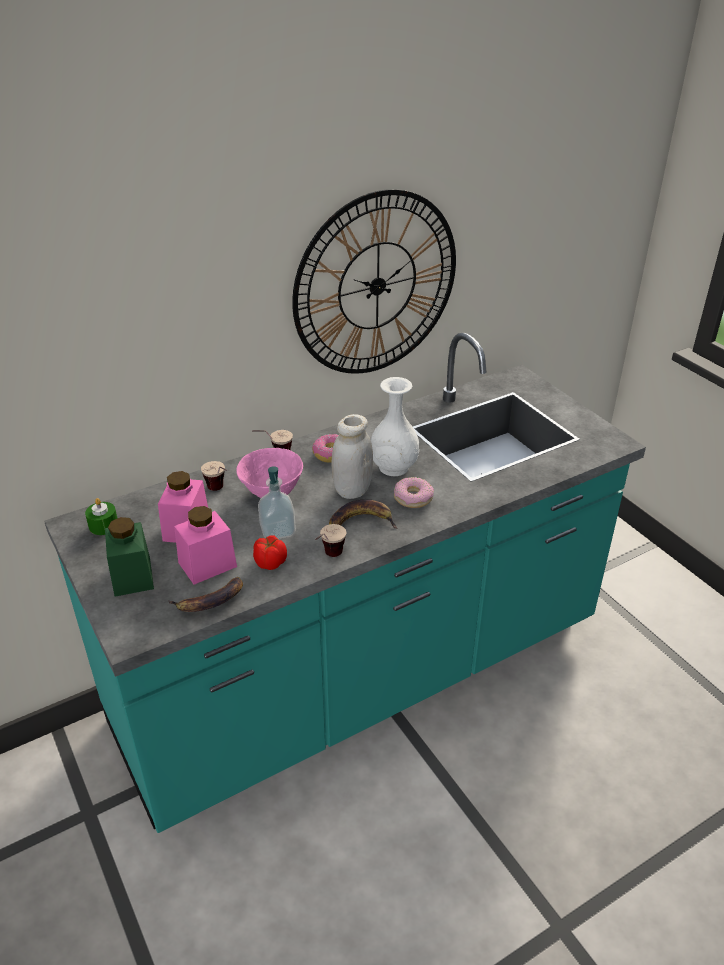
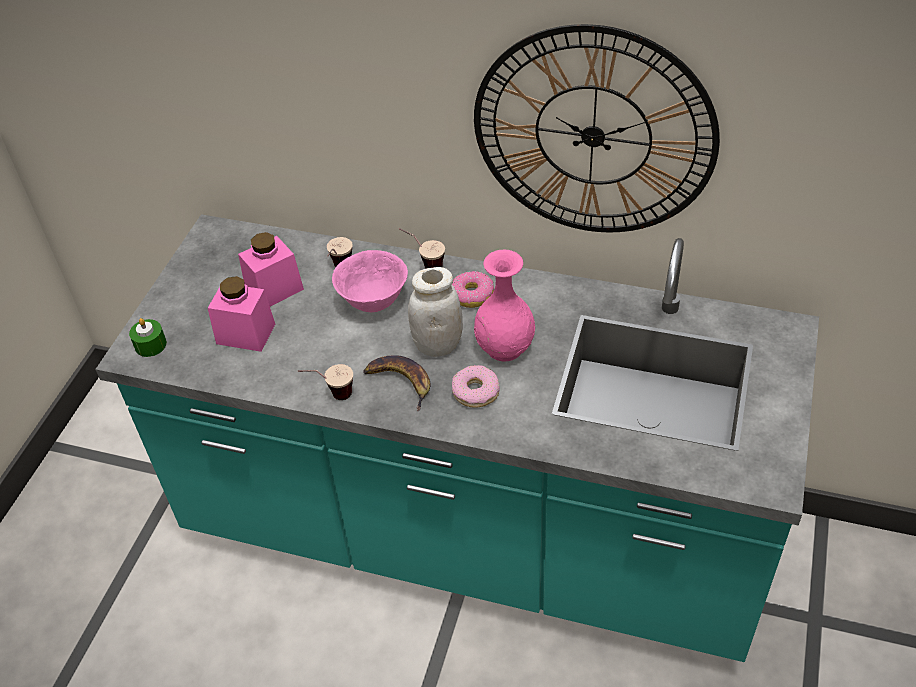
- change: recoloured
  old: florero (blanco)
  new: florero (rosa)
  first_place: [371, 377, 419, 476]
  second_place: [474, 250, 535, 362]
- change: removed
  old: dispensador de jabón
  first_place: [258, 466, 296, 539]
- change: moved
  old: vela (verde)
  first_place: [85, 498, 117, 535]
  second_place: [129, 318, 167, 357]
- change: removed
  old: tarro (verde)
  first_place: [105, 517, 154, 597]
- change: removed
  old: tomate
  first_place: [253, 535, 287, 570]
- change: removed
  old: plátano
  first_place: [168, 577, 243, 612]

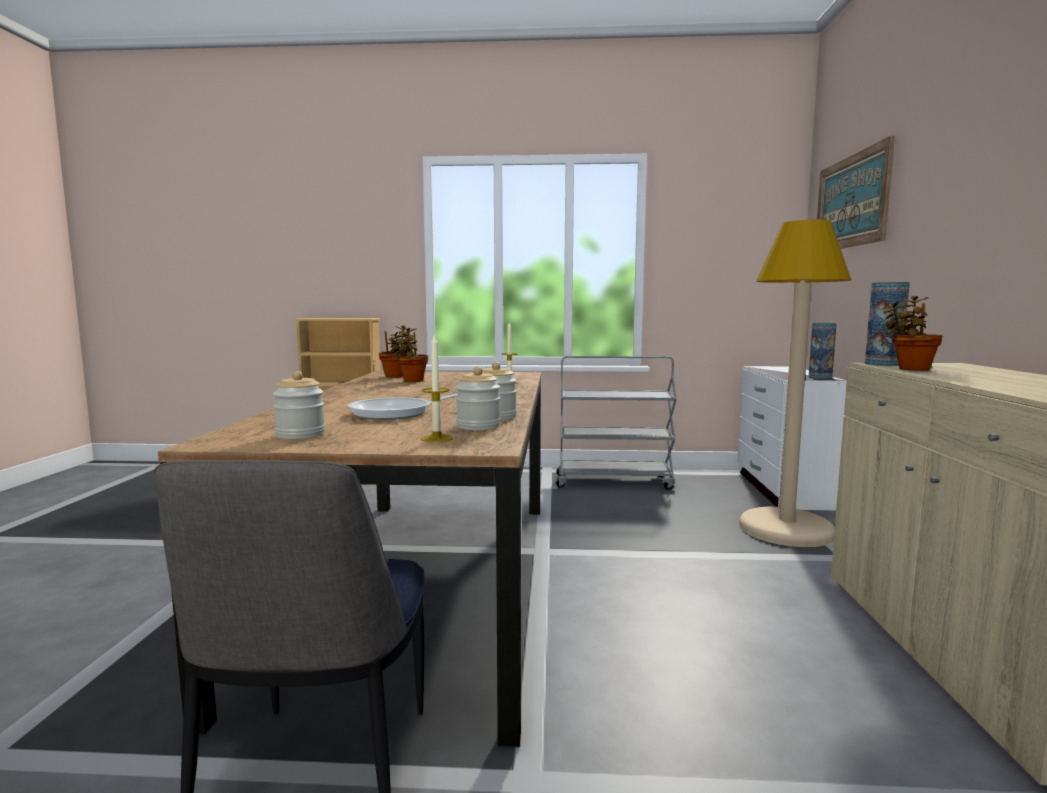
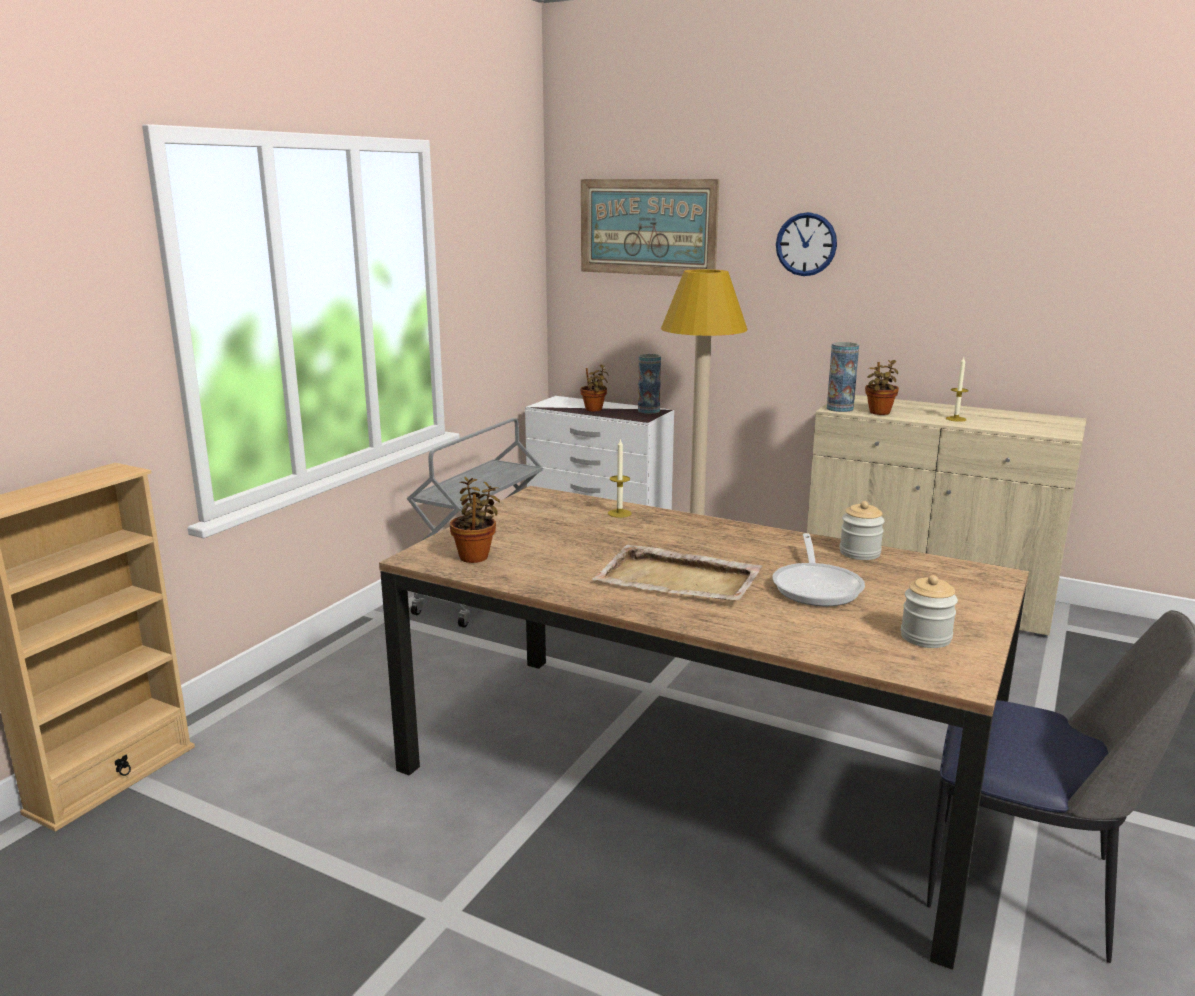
- change: moved
  old: planta en maceta
  first_place: [389, 328, 428, 382]
  second_place: [580, 365, 609, 411]
- change: moved
  old: vela
  first_place: [421, 334, 453, 442]
  second_place: [946, 357, 969, 422]
- change: removed
  old: tarro
  first_place: [456, 367, 501, 430]
- change: added
  new: reloj de pared
  second_place: [776, 212, 837, 276]
- change: added
  new: bandeja (beis)
  second_place: [592, 545, 762, 601]

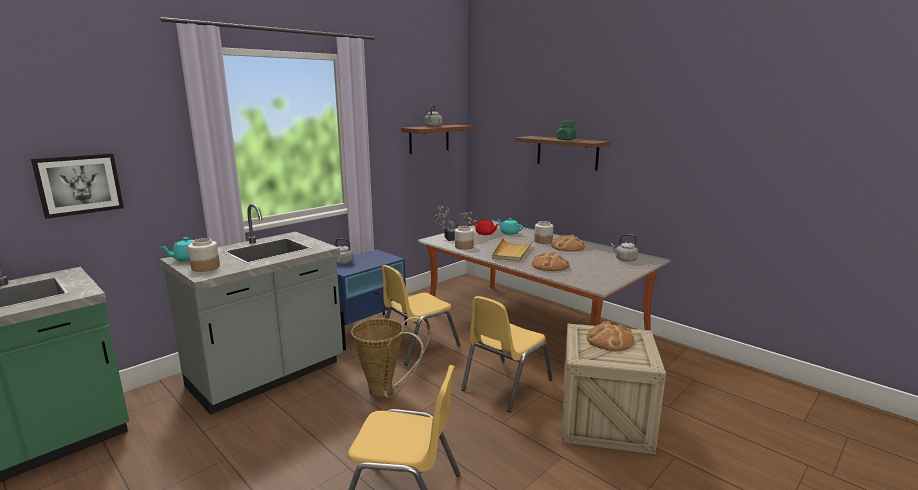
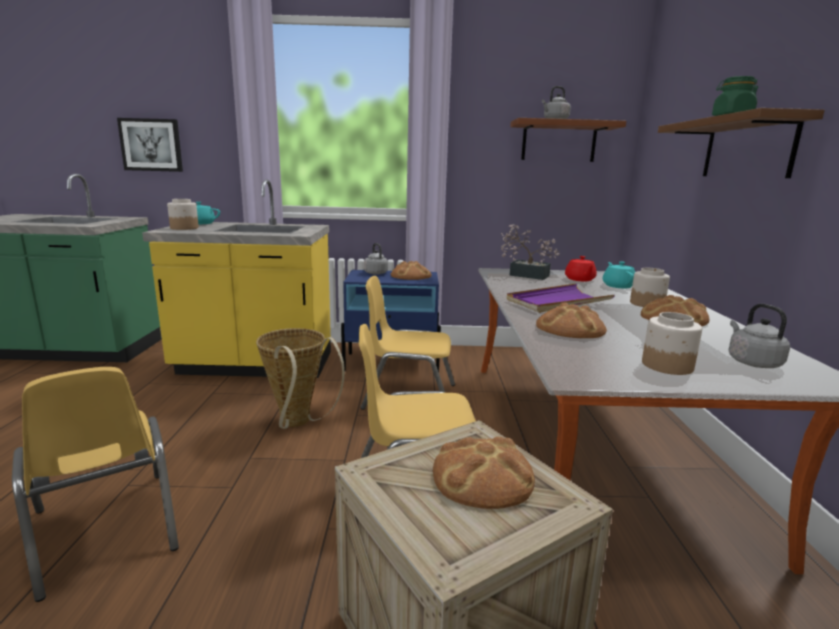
- change: recoloured
  old: mueble bajo de cocina (gris)
  new: mueble bajo de cocina (amarillo)
  first_place: [160, 203, 343, 415]
  second_place: [142, 179, 331, 378]
- change: moved
  old: tarro
  first_place: [455, 226, 474, 250]
  second_place: [642, 312, 702, 375]
- change: recoloured
  old: bandeja (beis)
  new: bandeja (morado)
  first_place: [492, 238, 533, 262]
  second_place: [507, 283, 615, 313]
- change: added
  new: pan
  second_place: [391, 261, 432, 280]

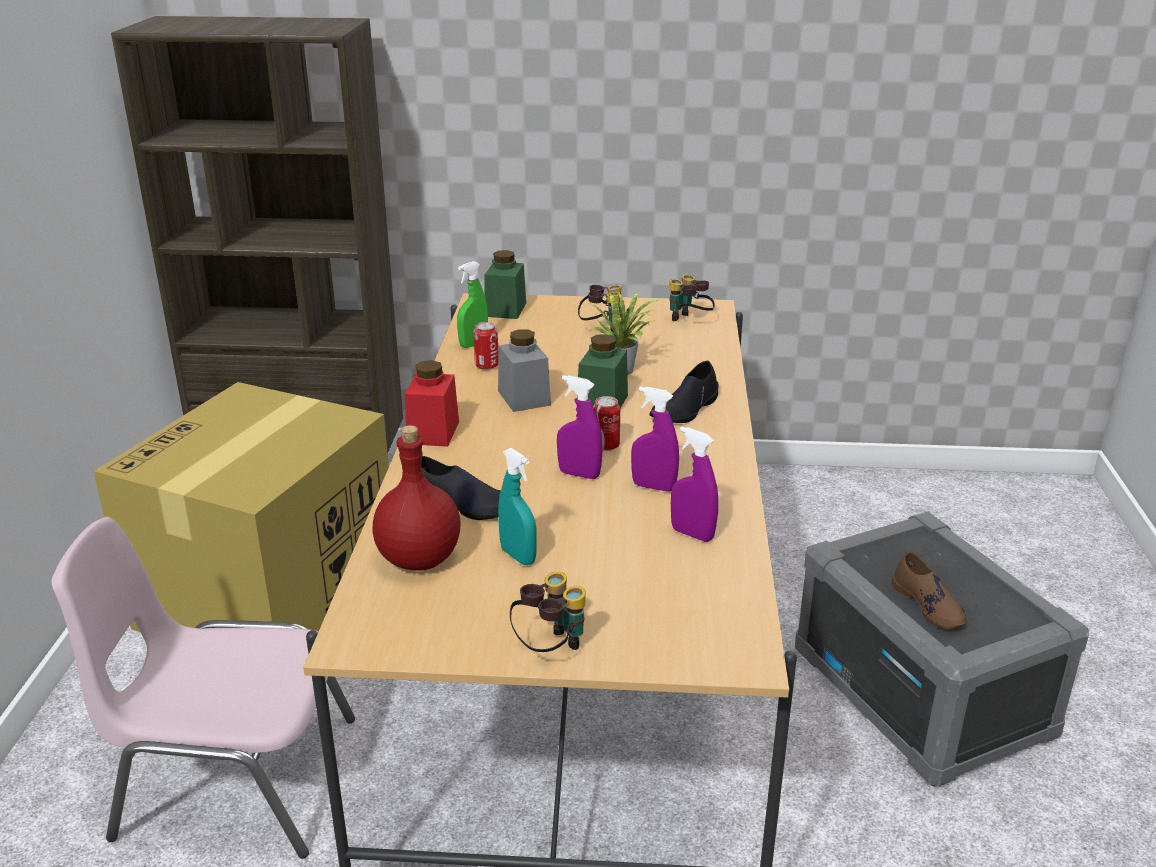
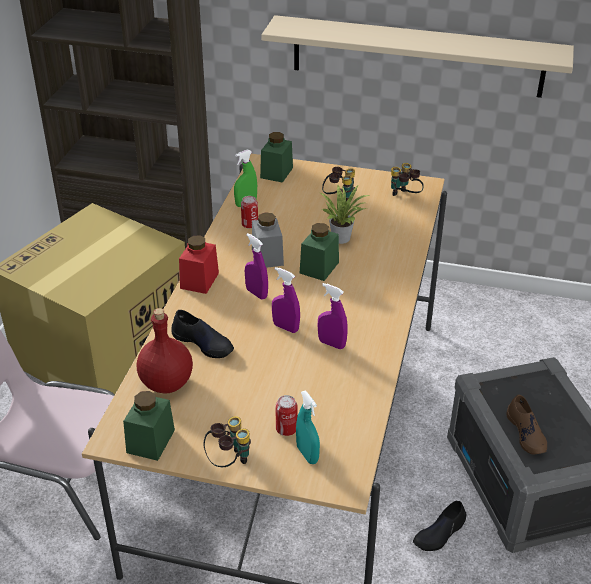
- change: moved
  old: zapato (negro)
  first_place: [649, 361, 719, 423]
  second_place: [413, 501, 466, 551]
- change: moved
  old: lata
  first_place: [593, 396, 620, 451]
  second_place: [276, 395, 298, 436]
- change: moved
  old: pulverizador (morado)
  first_place: [671, 426, 718, 542]
  second_place: [245, 233, 268, 299]
- change: moved
  old: pulverizador (turquesa)
  first_place: [498, 448, 537, 565]
  second_place: [296, 391, 320, 464]
- change: added
  new: estante (beis)
  second_place: [262, 15, 574, 98]
- change: added
  new: tarro (verde)
  second_place: [123, 391, 175, 461]

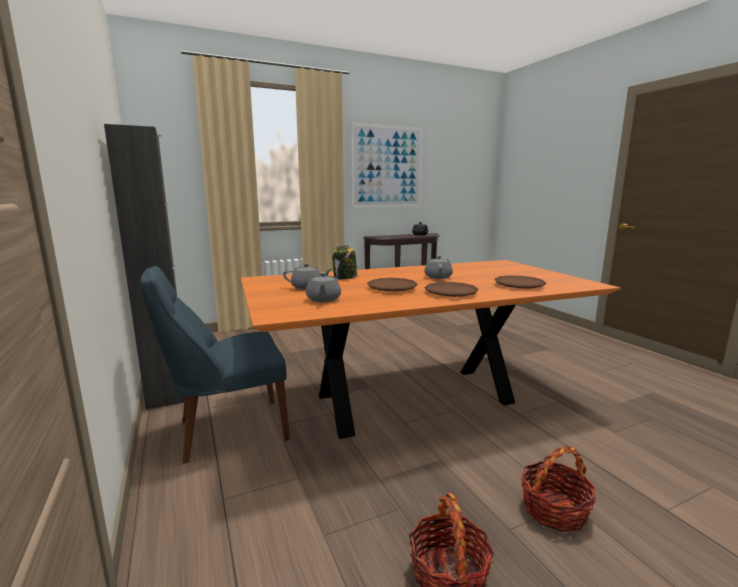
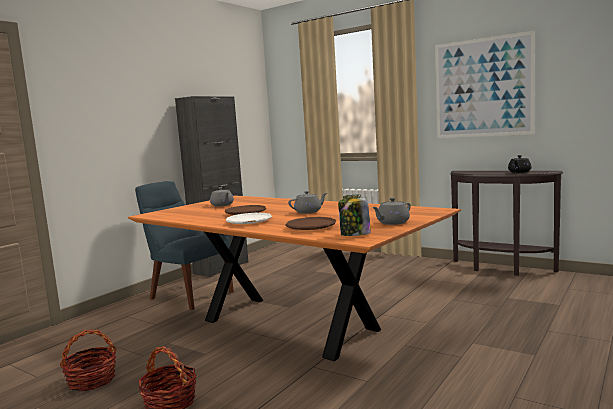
- change: moved
  old: tarro
  first_place: [332, 245, 358, 280]
  second_place: [338, 194, 371, 236]
- change: moved
  old: tetera (gris)
  first_place: [306, 272, 341, 302]
  second_place: [372, 198, 411, 225]
- change: recoloured
  old: plato (marrón)
  new: plato (blanco)
  first_place: [425, 282, 479, 297]
  second_place: [226, 213, 272, 224]

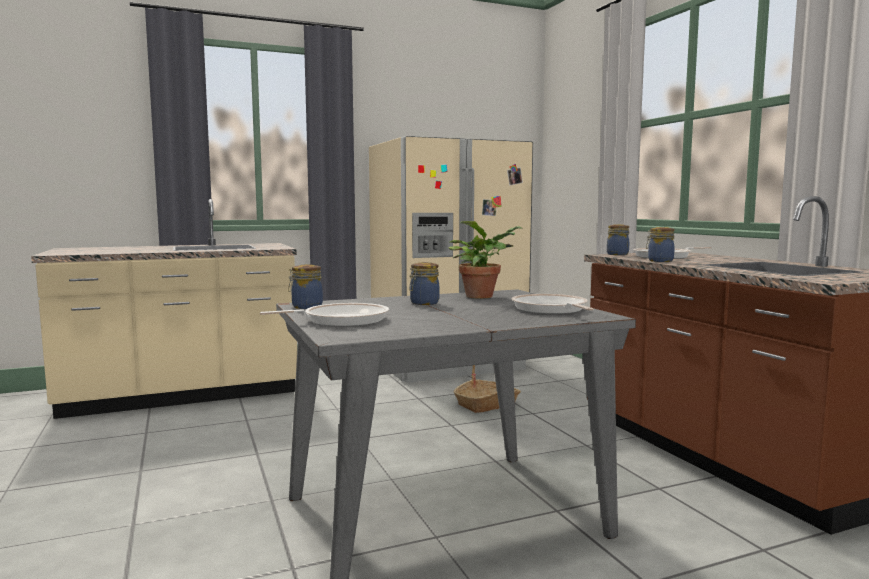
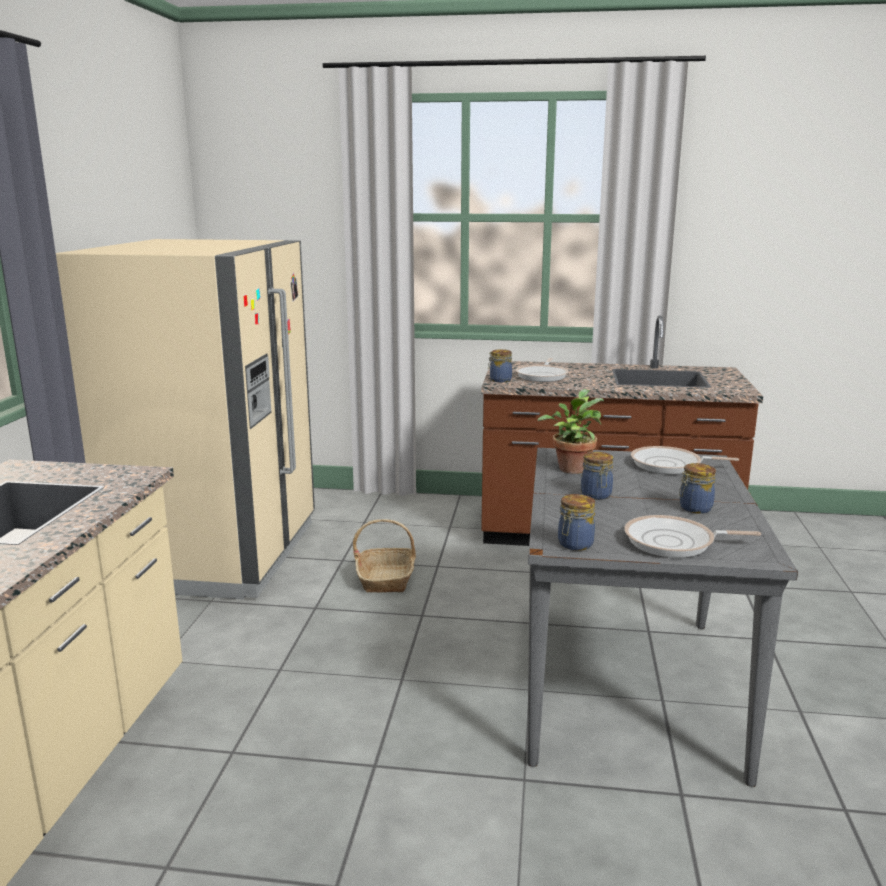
- change: moved
  old: tarro
  first_place: [646, 227, 674, 262]
  second_place: [679, 463, 716, 514]
- change: turned
  old: sartén
  first_place: [260, 303, 389, 327]
  second_place: [624, 515, 761, 558]
  degrees: -90

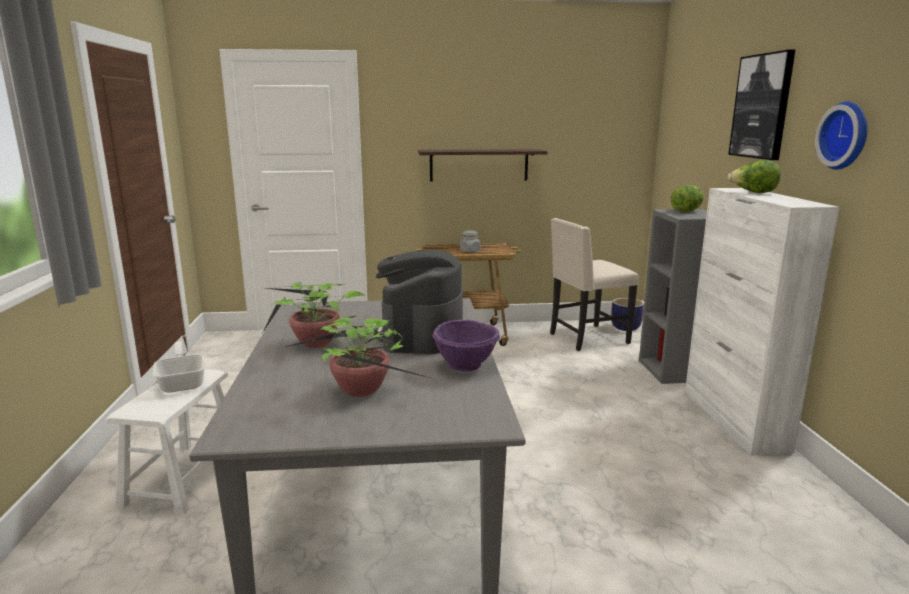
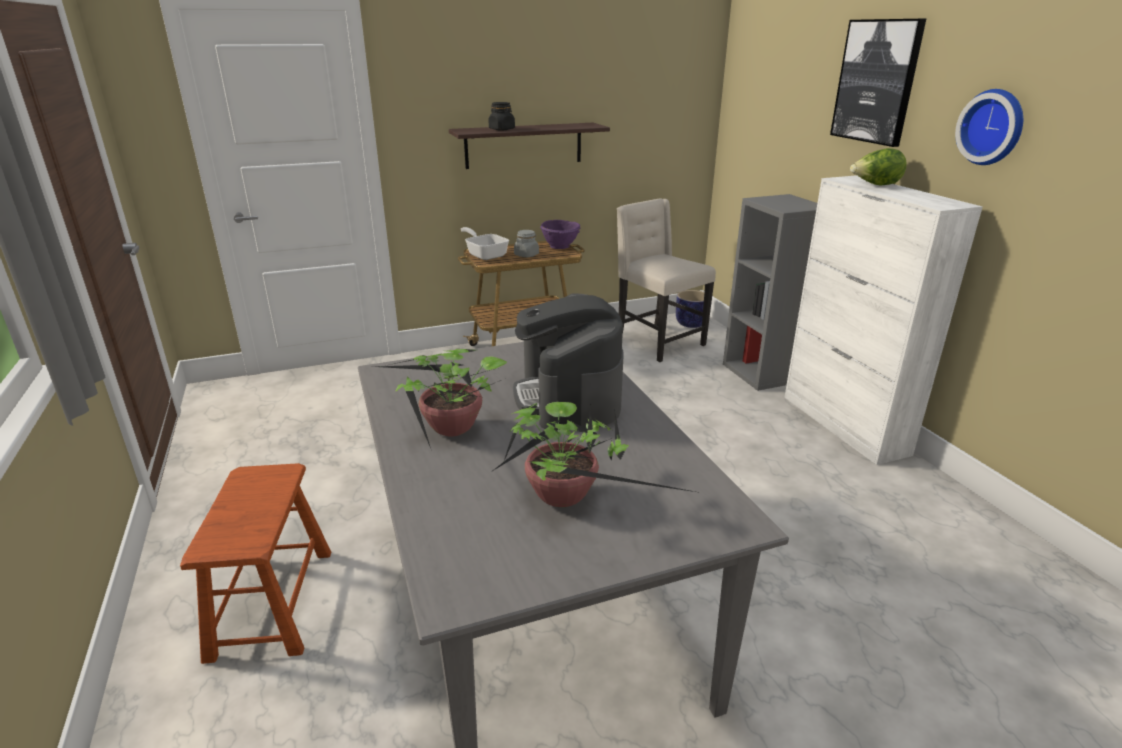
- change: removed
  old: lechuga
  first_place: [671, 185, 704, 212]
- change: turned
  old: silla (beis)
  first_place: [550, 218, 639, 351]
  second_place: [617, 198, 716, 362]
  degrees: 90
- change: moved
  old: cuenco (morado)
  first_place: [432, 320, 500, 371]
  second_place: [540, 220, 580, 249]
- change: moved
  old: sartén
  first_place: [153, 341, 205, 393]
  second_place: [461, 227, 509, 260]
- change: recoloured
  old: taburete (blanco)
  new: taburete (marrón)
  first_place: [106, 369, 228, 514]
  second_place: [180, 463, 331, 664]
- change: added
  new: tarro (negro)
  second_place: [488, 102, 515, 130]

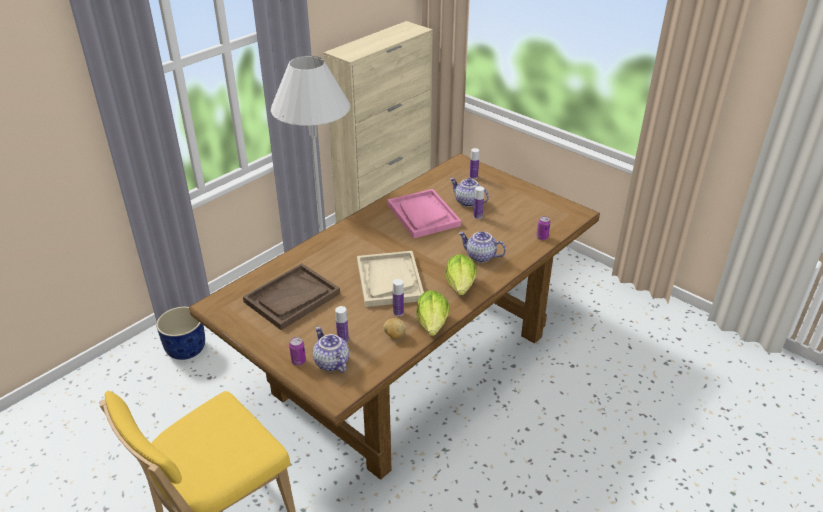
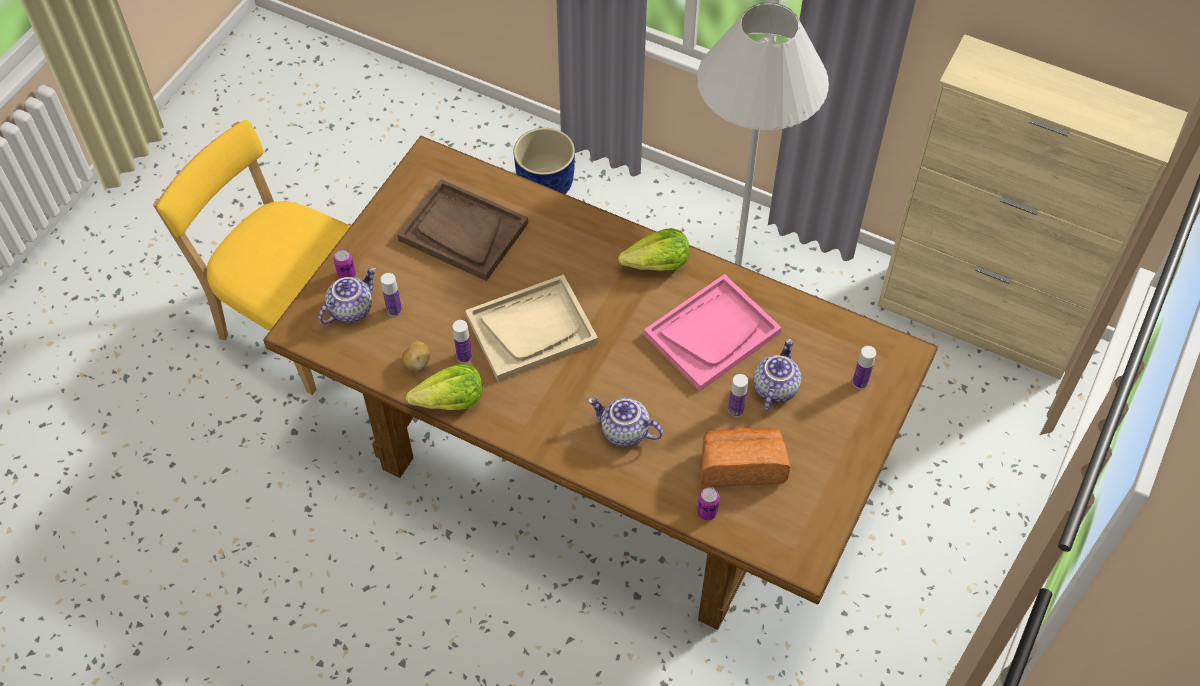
- change: turned
  old: tetera
  first_place: [459, 231, 506, 263]
  second_place: [588, 397, 663, 447]
  degrees: -75
- change: moved
  old: lechuga
  first_place: [445, 254, 477, 295]
  second_place: [618, 228, 690, 271]
- change: added
  new: pan
  second_place: [701, 428, 791, 487]

